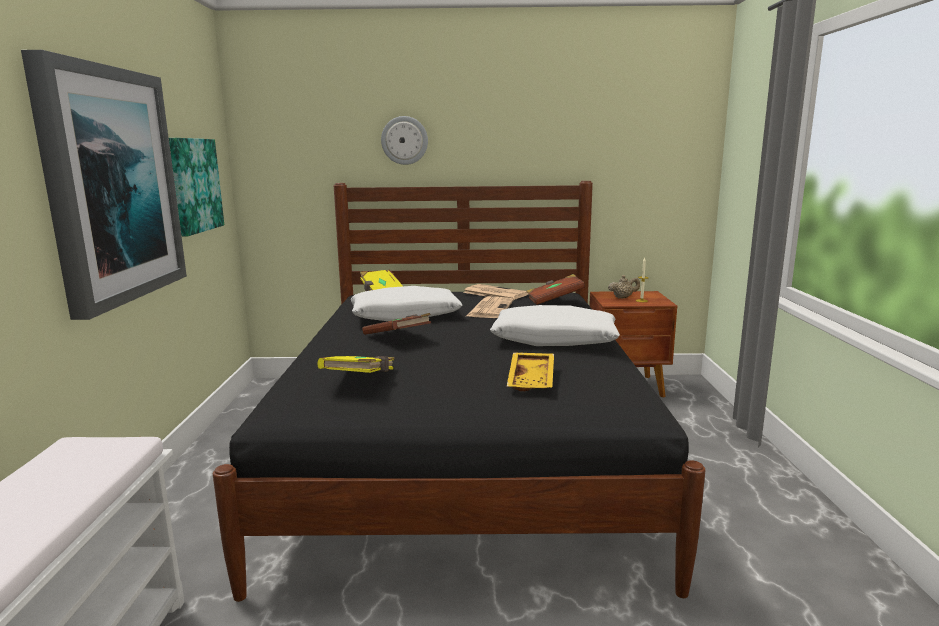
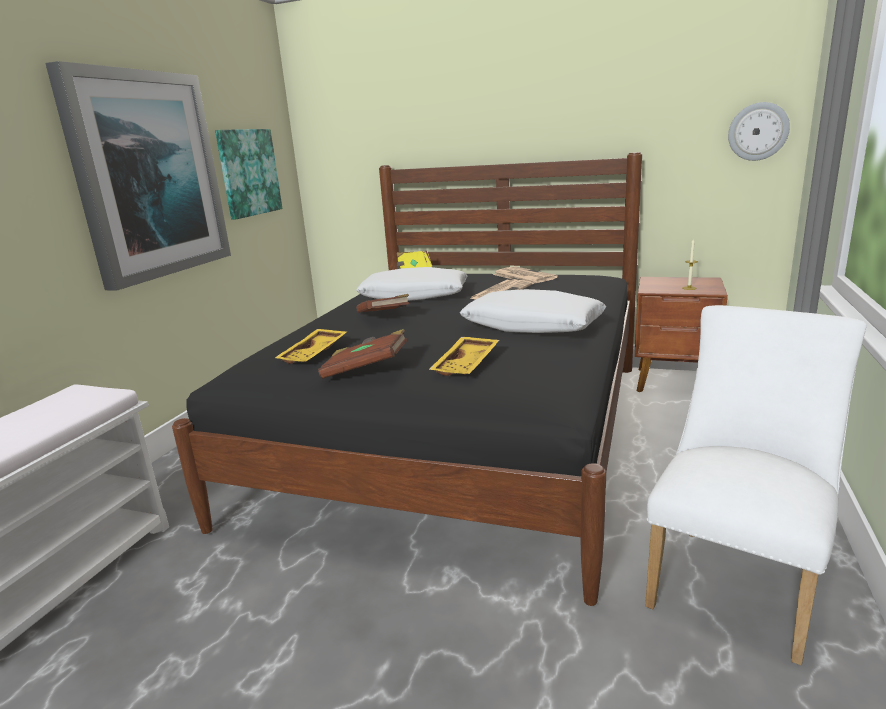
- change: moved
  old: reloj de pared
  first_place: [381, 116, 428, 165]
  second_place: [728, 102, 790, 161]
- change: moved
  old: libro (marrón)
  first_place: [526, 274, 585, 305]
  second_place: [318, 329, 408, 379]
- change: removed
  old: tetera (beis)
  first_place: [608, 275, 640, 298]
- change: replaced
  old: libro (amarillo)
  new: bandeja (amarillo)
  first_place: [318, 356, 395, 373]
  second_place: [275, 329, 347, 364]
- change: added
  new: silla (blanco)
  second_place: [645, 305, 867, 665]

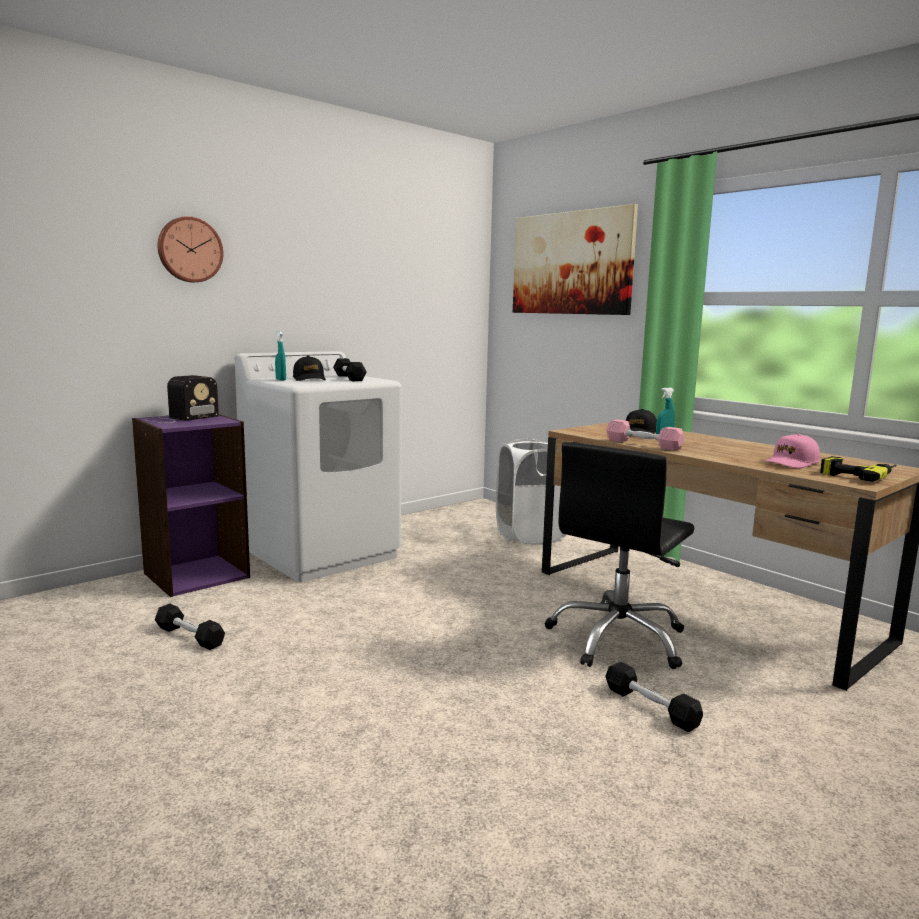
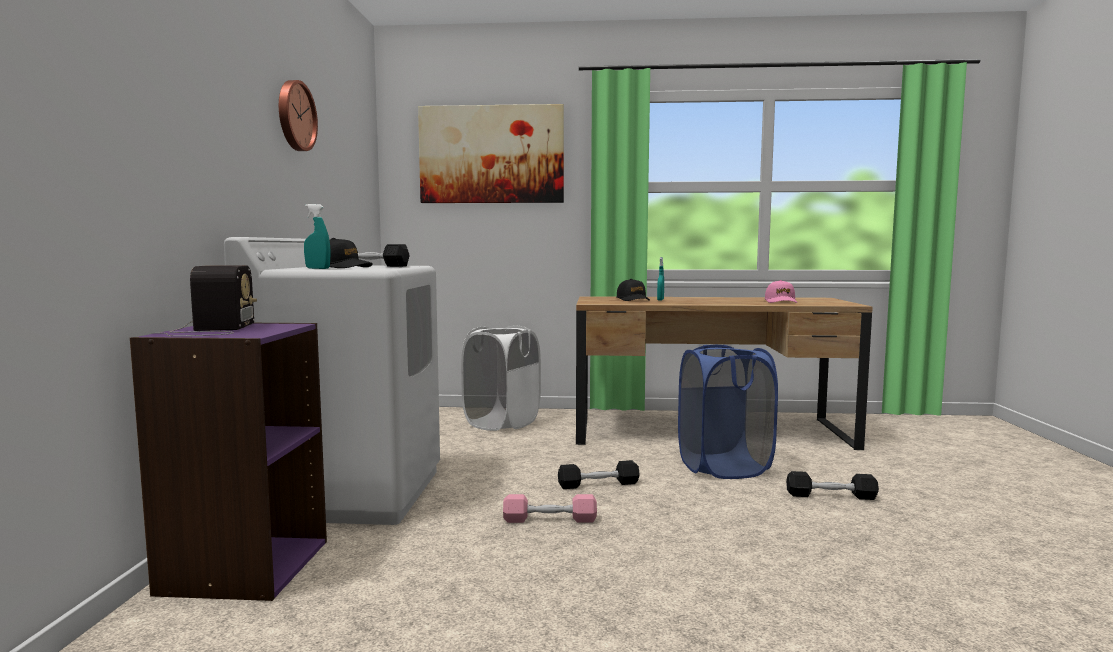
- change: moved
  old: reloj de pared
  first_place: [158, 216, 223, 282]
  second_place: [279, 80, 318, 151]
- change: moved
  old: mancuerna (rosa)
  first_place: [606, 419, 684, 451]
  second_place: [503, 494, 597, 523]
- change: replaced
  old: silla de oficina (negro)
  new: cesto de la ropa (azul)
  first_place: [545, 442, 694, 669]
  second_place: [678, 345, 778, 479]
- change: removed
  old: taladro
  first_place: [820, 456, 896, 482]
- change: moved
  old: mancuerna (negro)
  first_place: [155, 604, 225, 650]
  second_place: [558, 460, 640, 489]

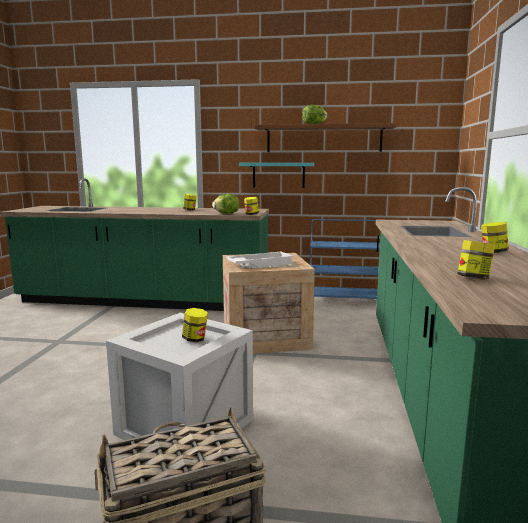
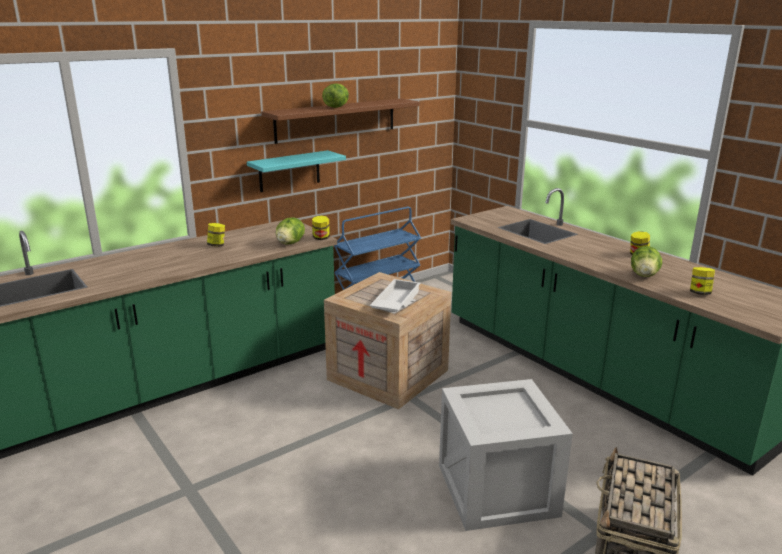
- change: removed
  old: tarro
  first_place: [182, 308, 208, 342]
- change: added
  new: lechuga
  second_place: [631, 246, 662, 277]

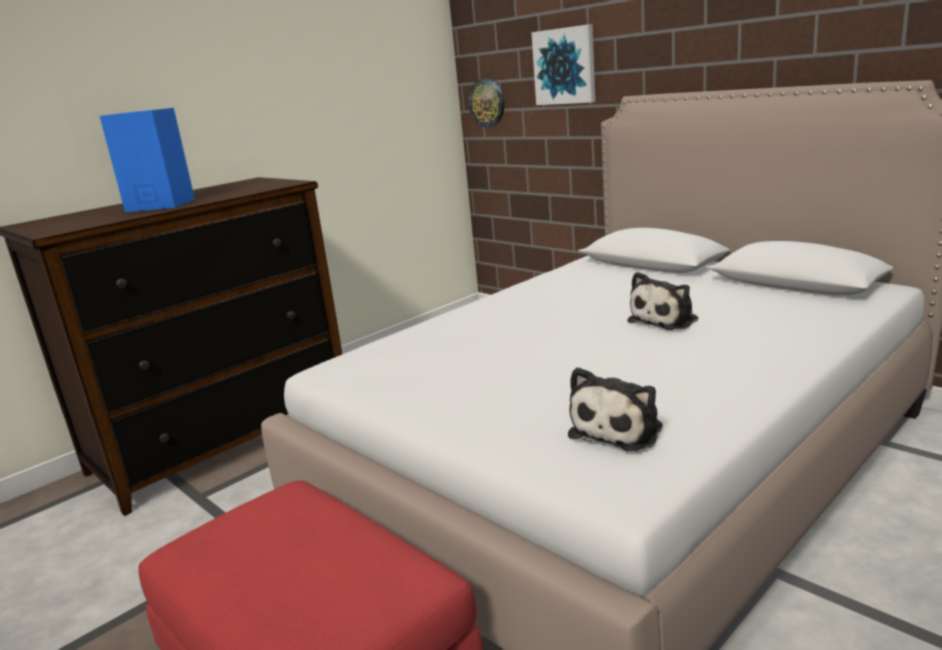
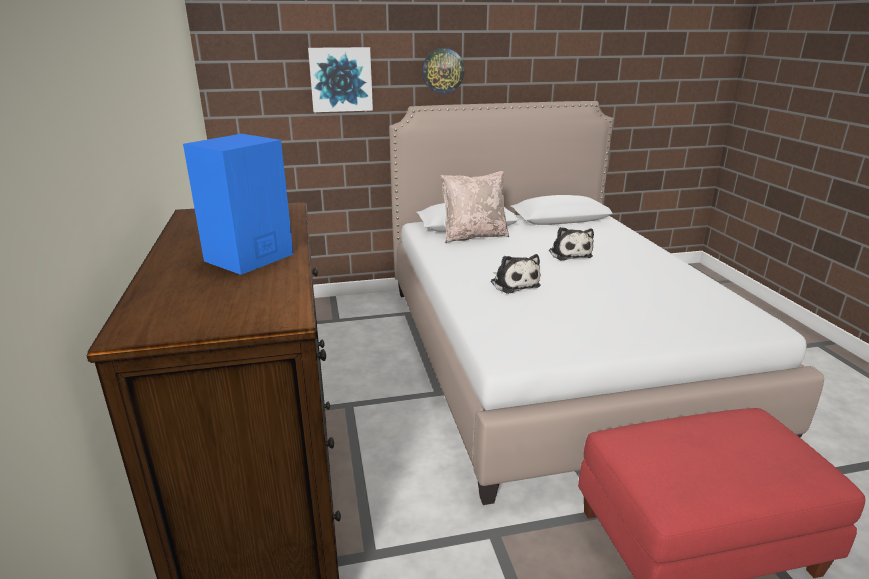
- change: moved
  old: reloj de pared
  first_place: [468, 78, 504, 127]
  second_place: [422, 48, 465, 94]
- change: moved
  old: peluche
  first_place: [568, 367, 663, 451]
  second_place: [490, 254, 541, 294]
- change: added
  new: cojín (beis)
  second_place: [441, 171, 509, 243]

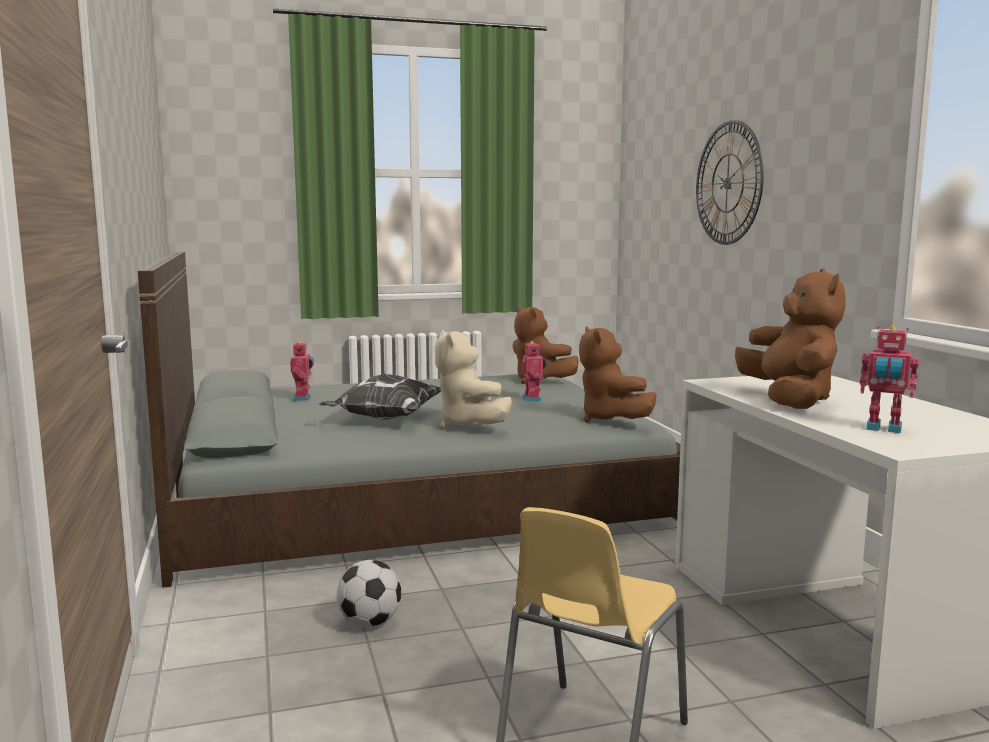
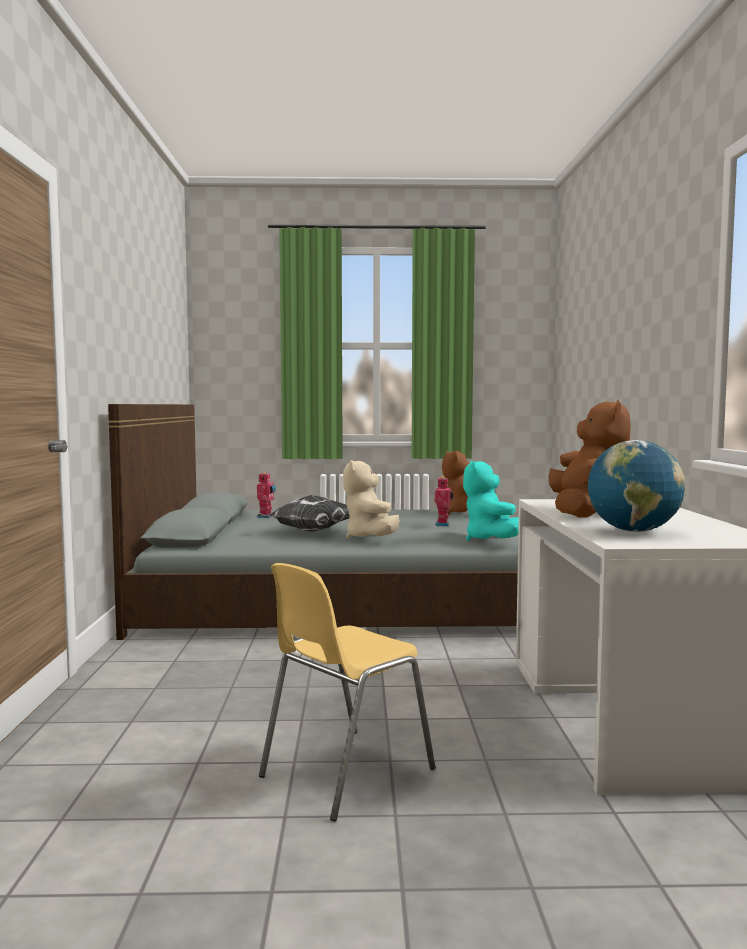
- change: removed
  old: reloj de pared
  first_place: [696, 120, 764, 245]
- change: replaced
  old: robot de juguete
  new: globo terráqueo
  first_place: [860, 325, 919, 433]
  second_place: [588, 440, 685, 532]
- change: recoloured
  old: peluche (marrón)
  new: peluche (turquesa)
  first_place: [579, 326, 657, 422]
  second_place: [463, 461, 519, 541]
- change: removed
  old: balón de fútbol
  first_place: [337, 560, 401, 628]

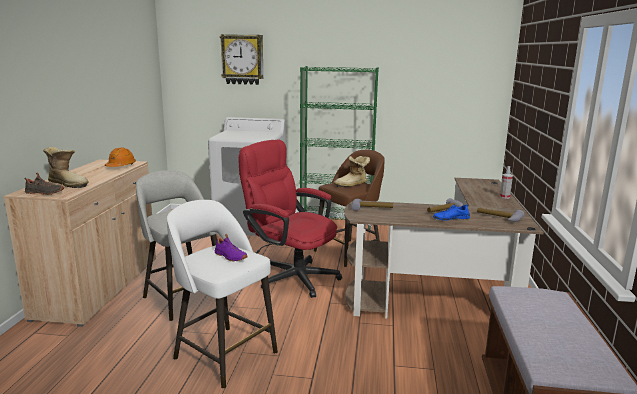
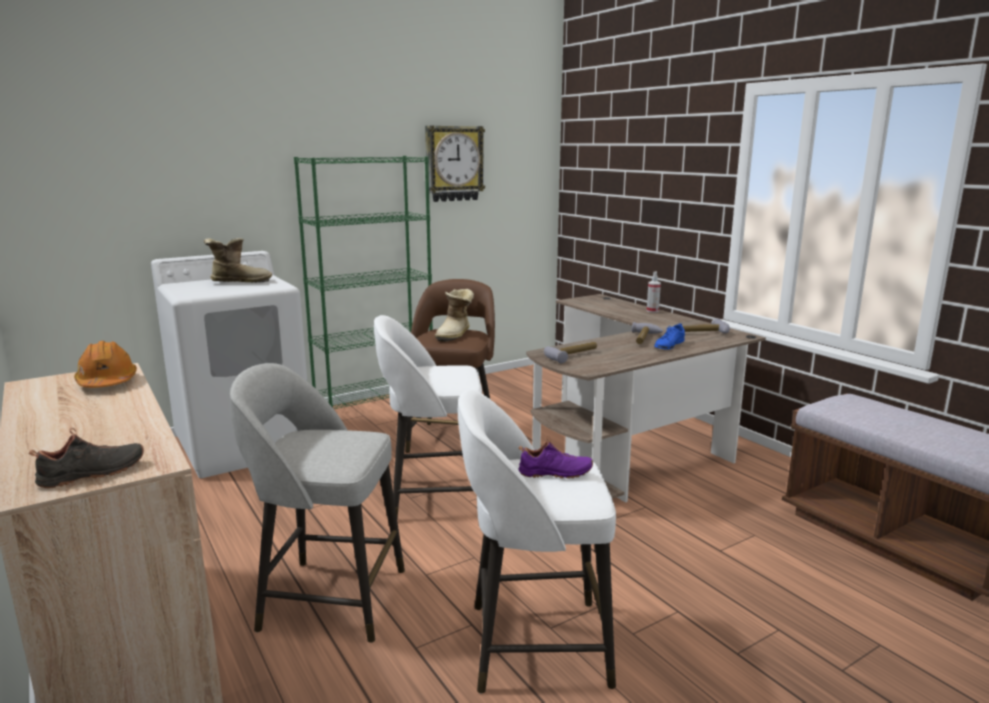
- change: moved
  old: reloj de pared
  first_place: [220, 34, 263, 85]
  second_place: [425, 126, 485, 202]
- change: replaced
  old: silla de oficina (rojo)
  new: taburete (blanco)
  first_place: [238, 139, 342, 298]
  second_place: [374, 315, 482, 518]
- change: moved
  old: bota
  first_place: [43, 147, 89, 188]
  second_place: [204, 238, 272, 283]

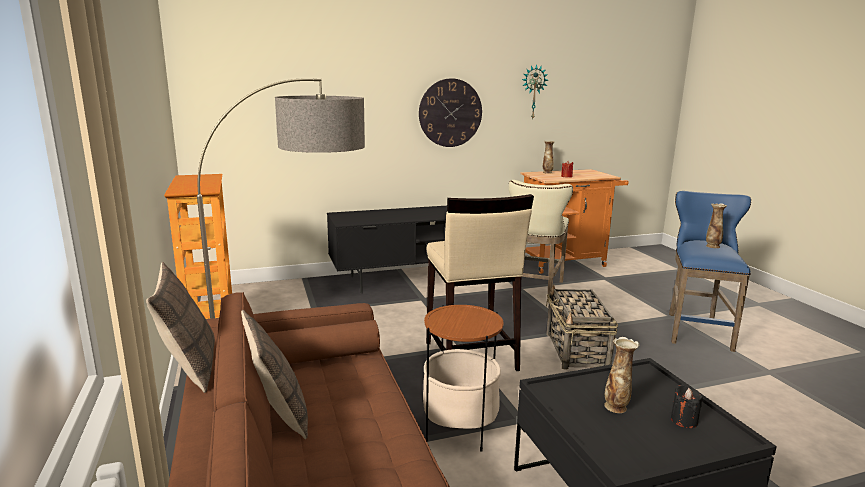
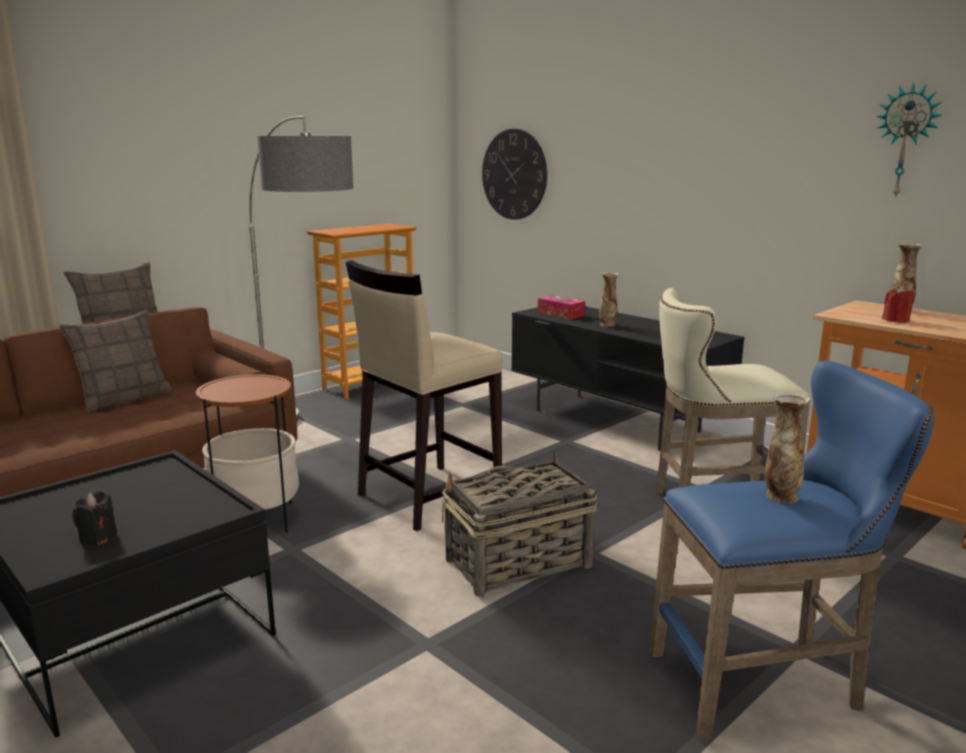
- change: moved
  old: reloj de pared
  first_place: [419, 78, 482, 147]
  second_place: [482, 129, 547, 220]
- change: moved
  old: florero
  first_place: [604, 337, 639, 413]
  second_place: [599, 272, 619, 327]
- change: added
  new: caja de pañuelos
  second_place: [538, 295, 585, 319]

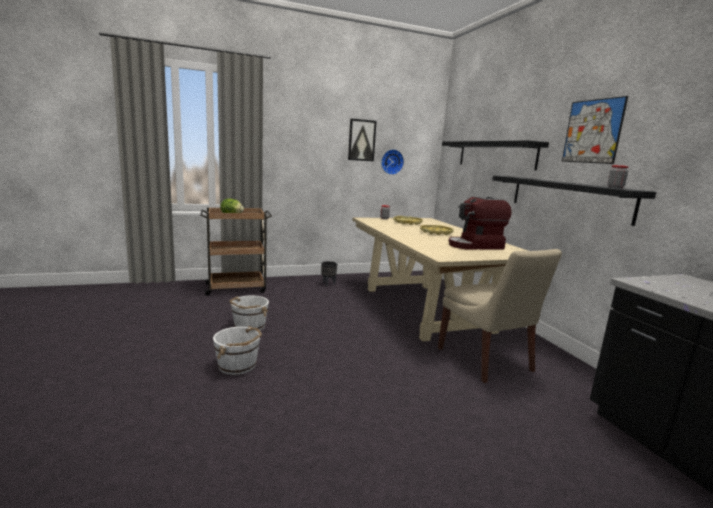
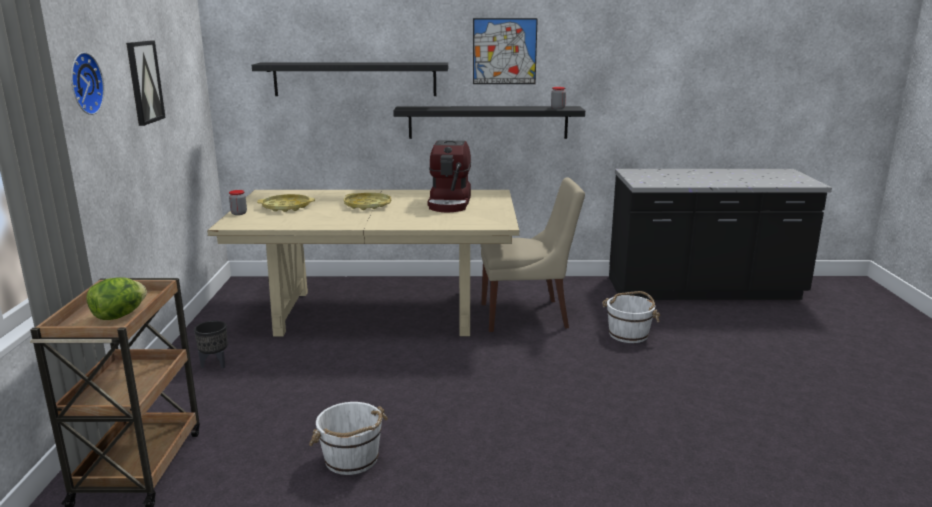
- change: moved
  old: reloj de pared
  first_place: [381, 149, 404, 175]
  second_place: [71, 52, 105, 115]
- change: moved
  old: cubo (blanco)
  first_place: [213, 326, 262, 375]
  second_place: [602, 291, 660, 343]

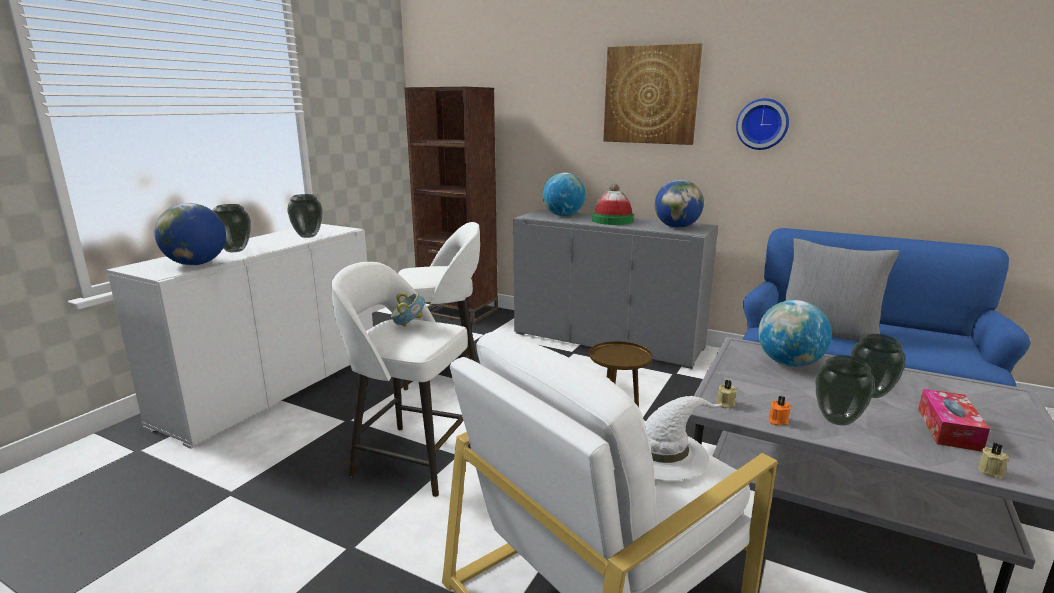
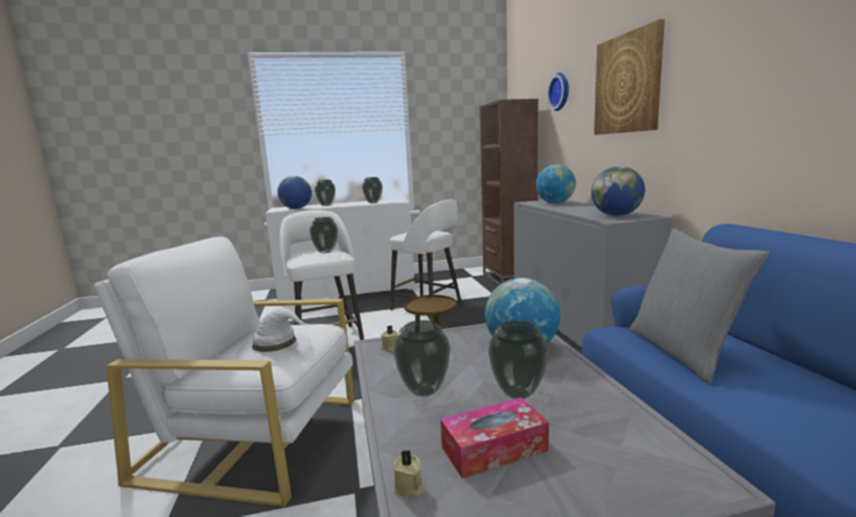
- change: moved
  old: reloj de pared
  first_place: [736, 98, 789, 150]
  second_place: [547, 72, 569, 111]
- change: removed
  old: sombrero
  first_place: [592, 183, 634, 225]
- change: replaced
  old: cuenco
  new: florero
  first_place: [391, 293, 425, 327]
  second_place: [309, 217, 338, 253]
- change: removed
  old: vela (naranja)
  first_place: [769, 396, 791, 426]

